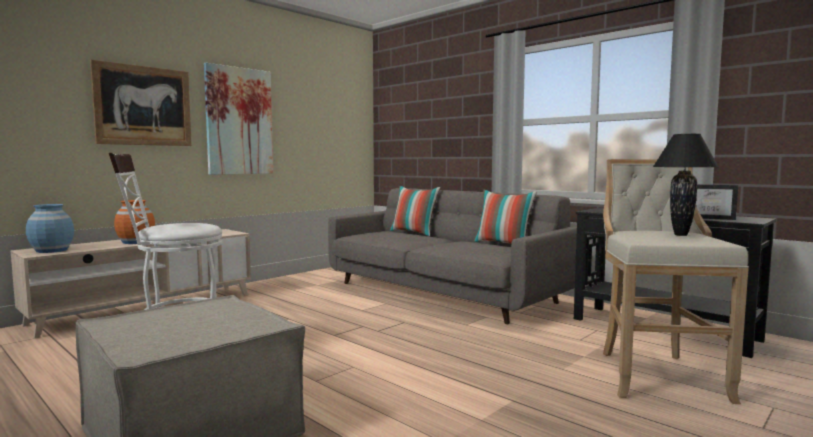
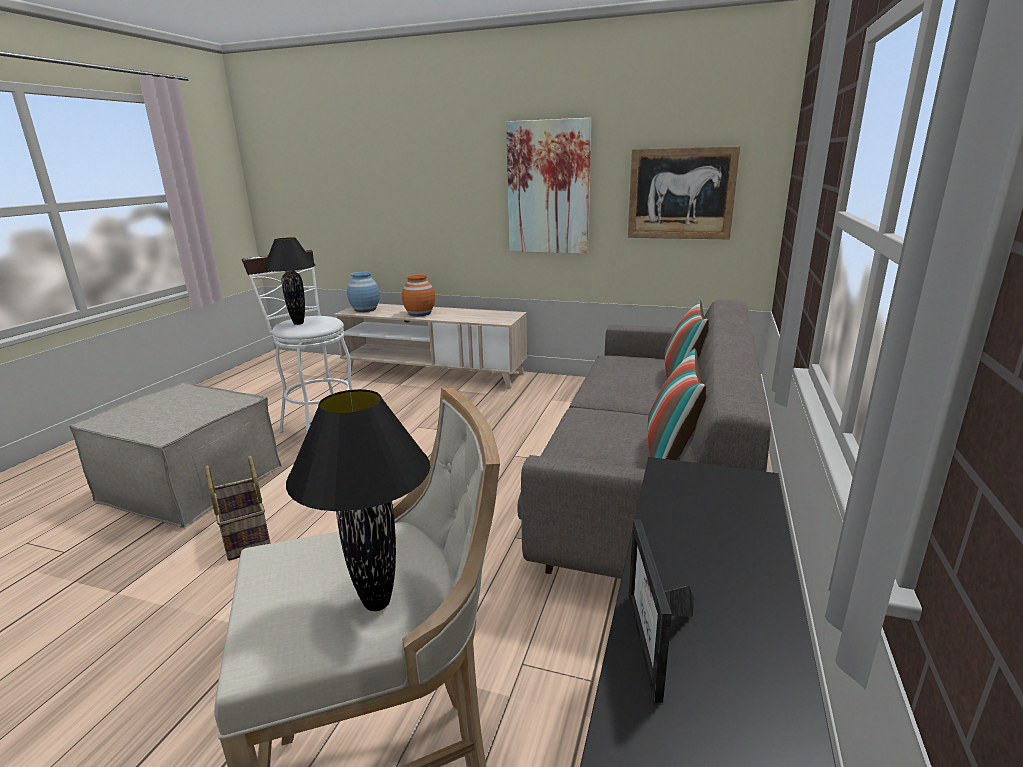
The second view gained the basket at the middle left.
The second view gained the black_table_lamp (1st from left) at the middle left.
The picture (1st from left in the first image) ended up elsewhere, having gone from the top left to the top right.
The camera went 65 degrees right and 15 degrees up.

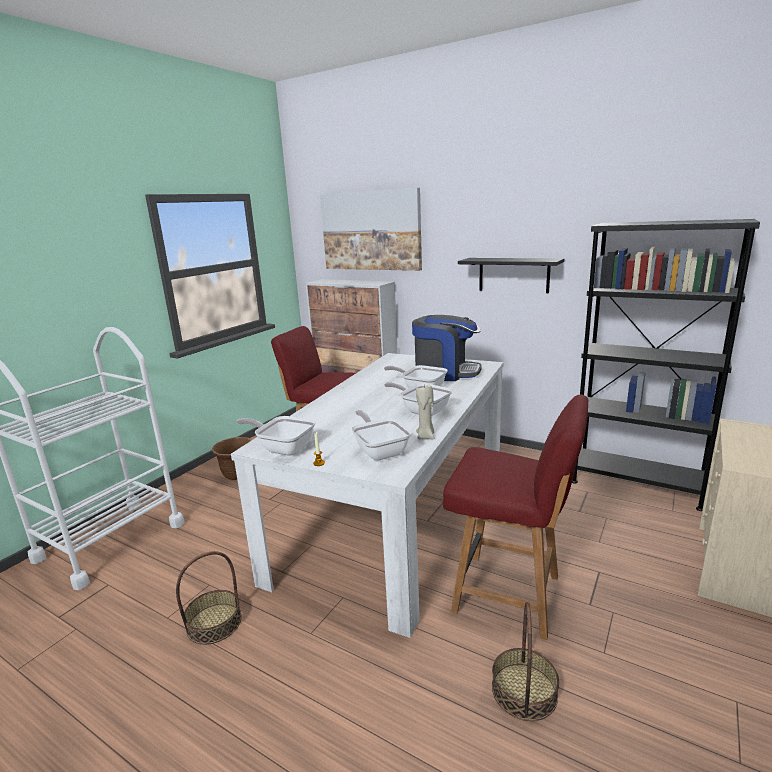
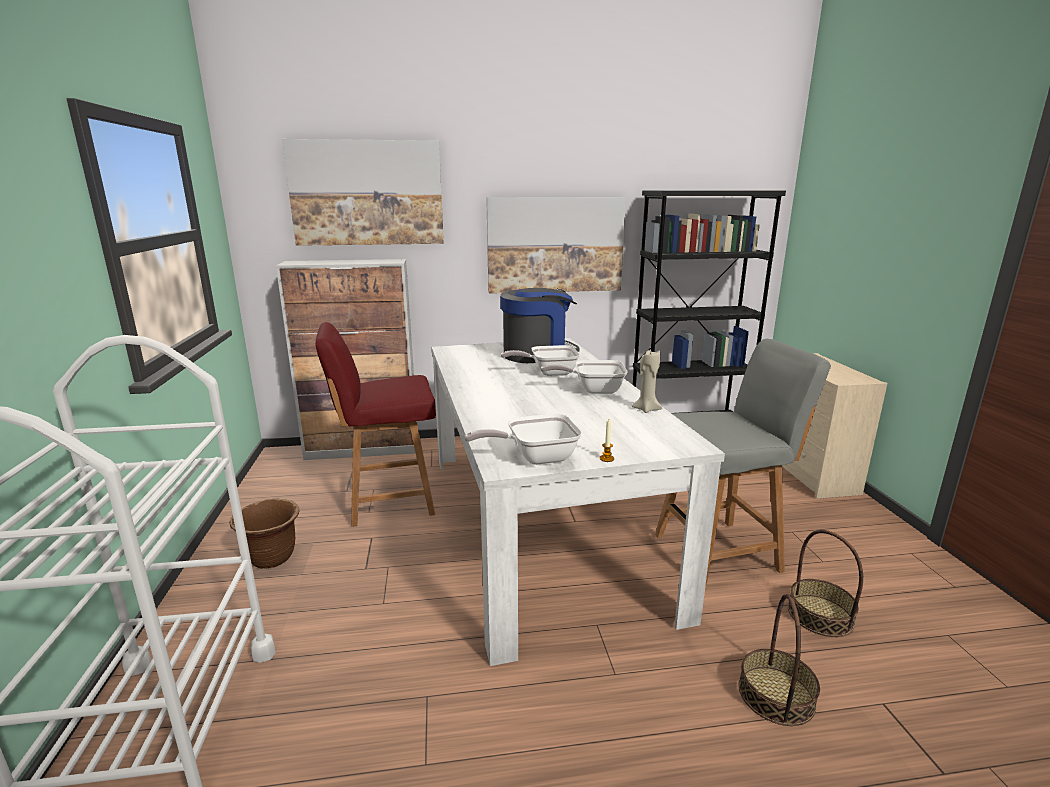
The second view lost the frying_pan (2nd from left) at the centre.
The basket (1st from left) ended up elsewhere, having gone from the bottom left to the bottom right.
Where the black_shelf hung at the centre, the picture (2nd from left) came to hang at the top centre.
What was the red_chair (2nd from left) at the bottom right turned into the grey_chair at the middle right.
The camera went 40 degrees left and 0 degrees up.

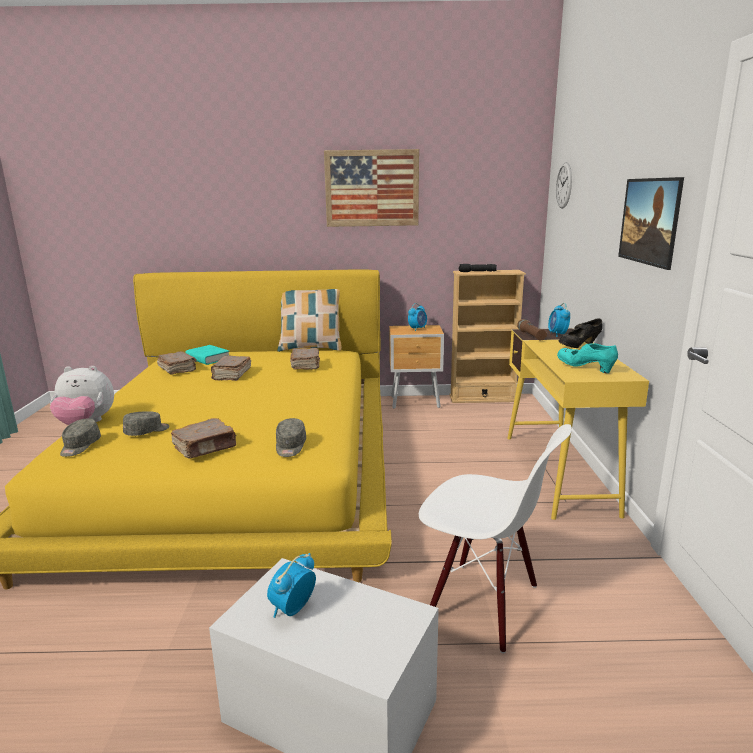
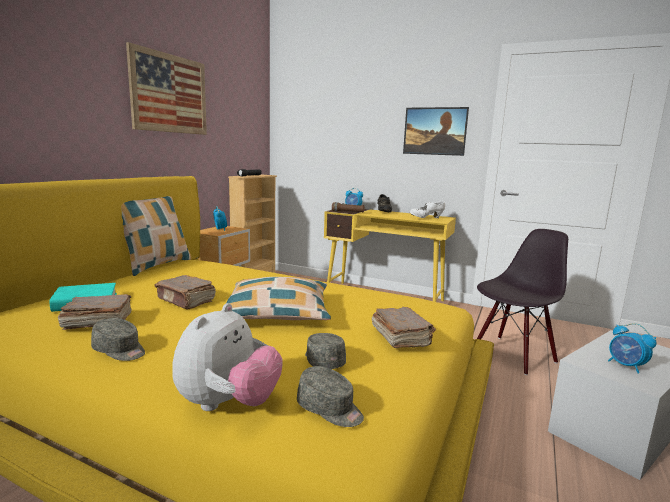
The second view lost the brown_book (4th from left) at the centre.
The second view lost the wall_clock at the top right.
The second view gained the pillow (2nd from left) at the centre.
The grey_cap (3rd from left in the first image) ended up elsewhere, having gone from the centre to the bottom left.
What was the white_chair at the bottom centre turned into the black_chair at the middle right.
What was the turquoise_shoe at the middle right turned into the white_shoe at the centre.
The camera went 65 degrees left and 5 degrees down.

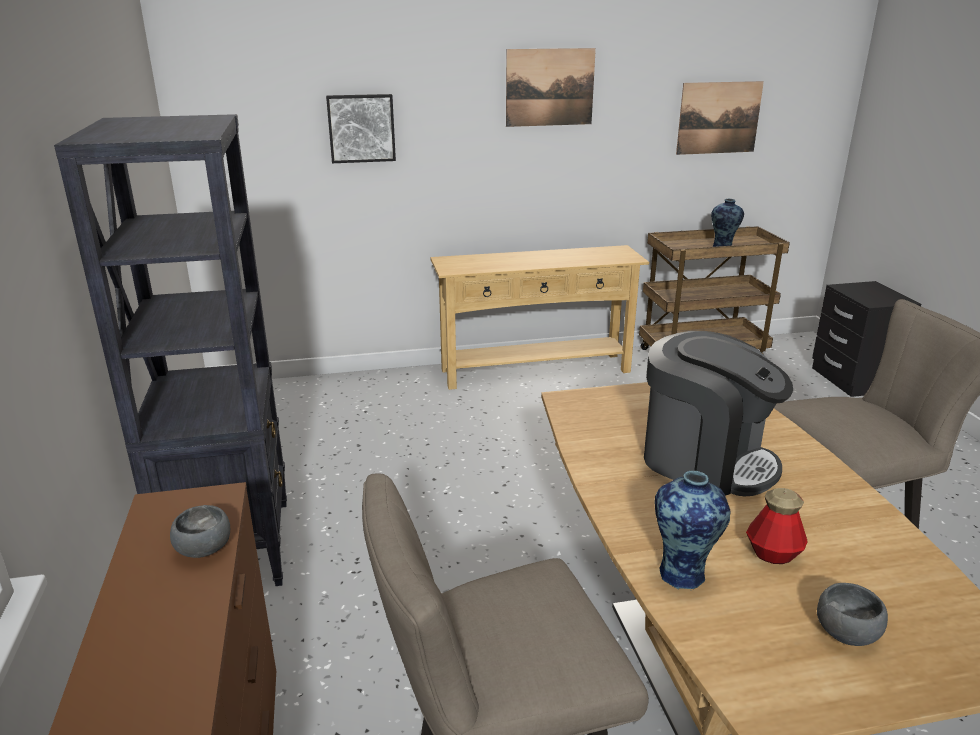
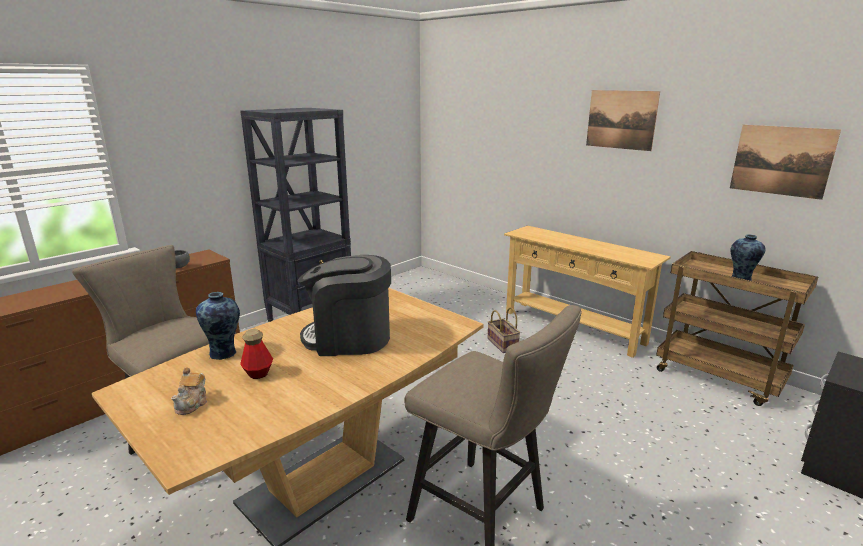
The second view lost the picture (1st from left) at the top centre.
The second view gained the basket at the centre.
Where the grey_bowl (2nd from left) stood at the bottom right, the teapot came to stand at the bottom left.
The coffee_machine at the middle right ended up facing another way, 90 degrees clockwise from before.
The camera went 55 degrees right and 5 degrees down.

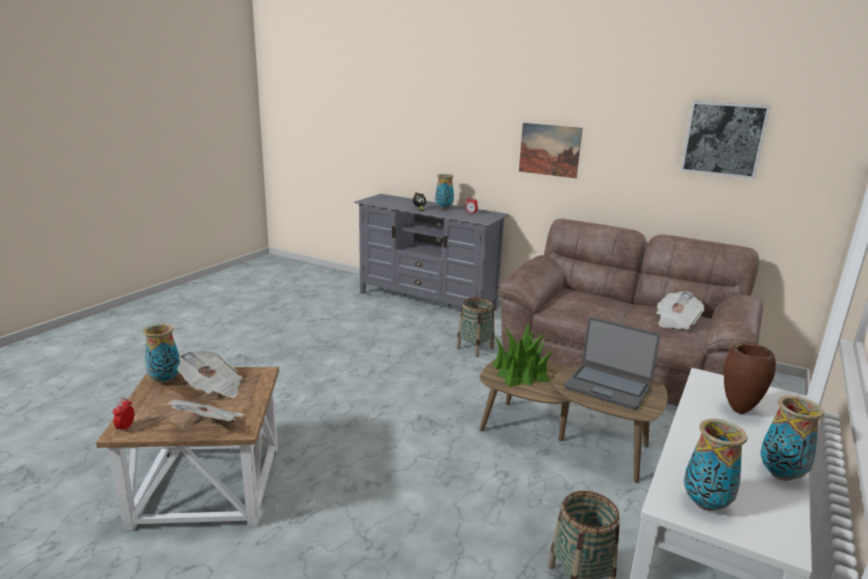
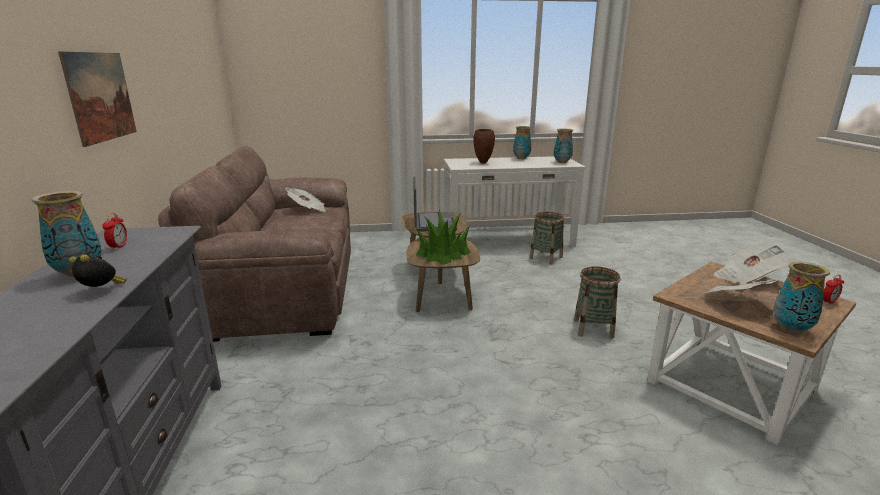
The second view lost the picture (2nd from left) at the top right.
The basket (1st from left in the first image) ended up elsewhere, having gone from the centre to the middle right.
The camera went 125 degrees left and 0 degrees up.

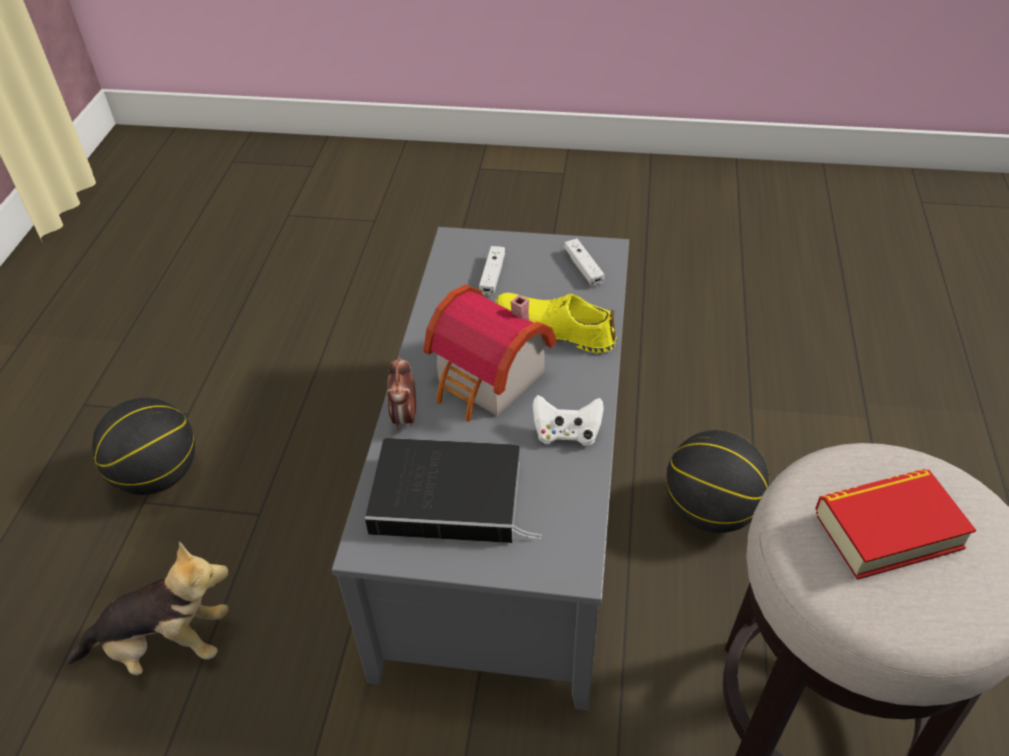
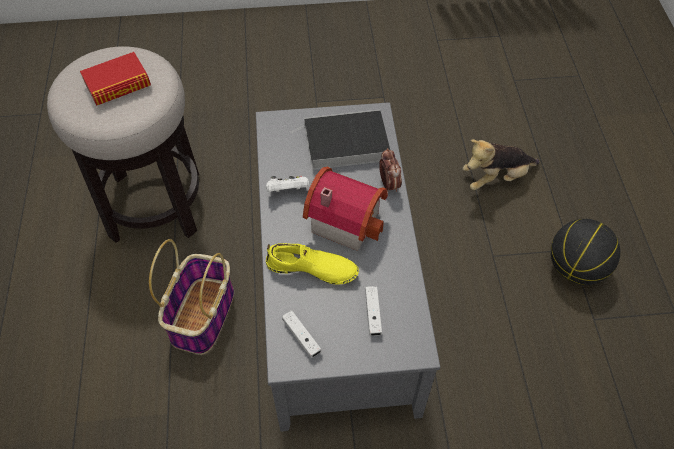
Where the basketball (2nd from left) stood at the middle right, the basket came to stand at the middle left.
The camera went 165 degrees right and 10 degrees up.

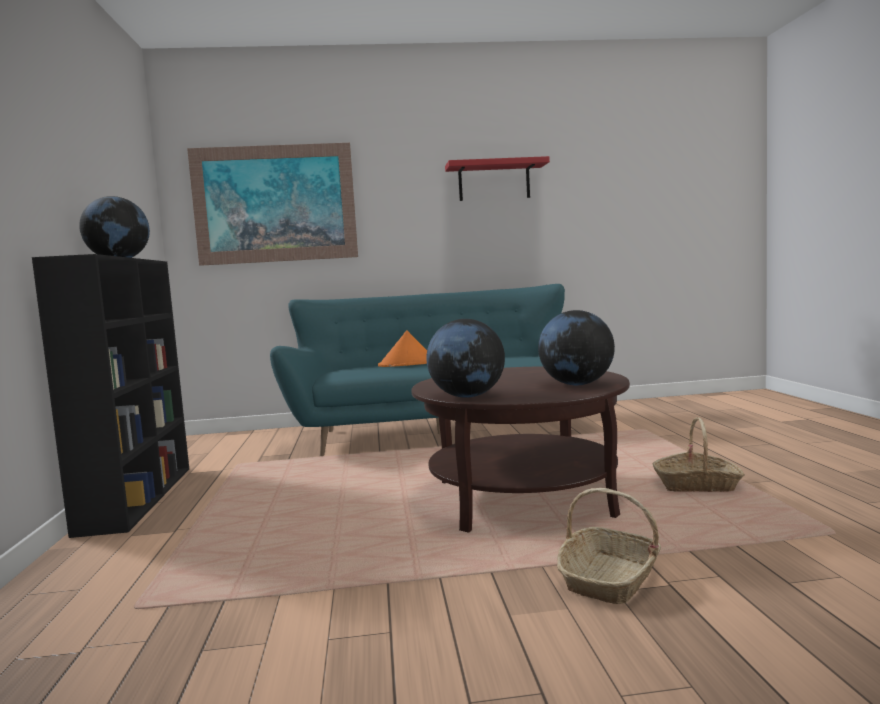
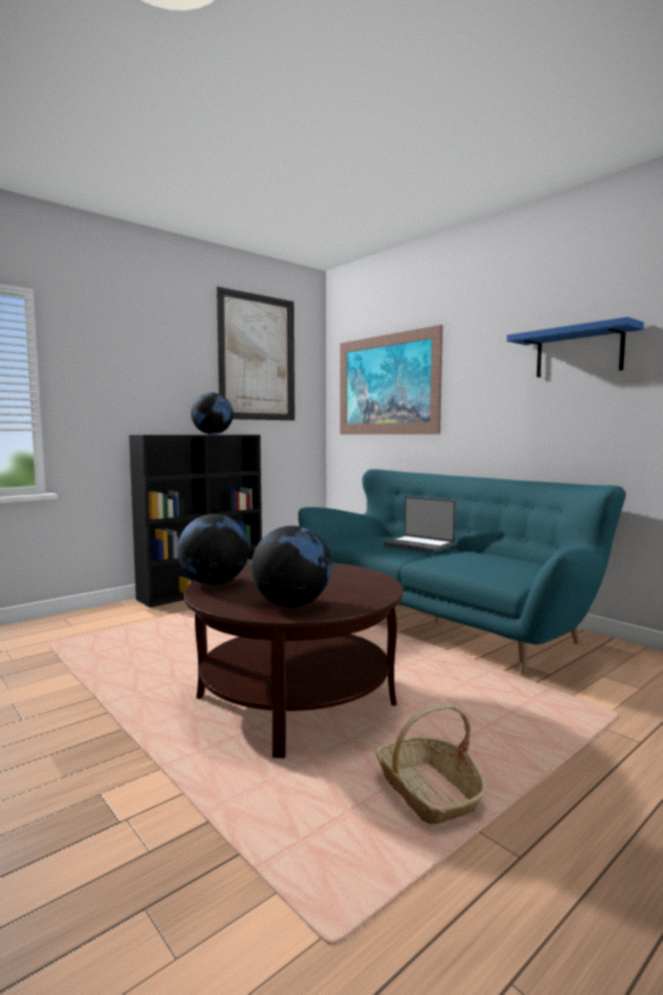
The second view lost the basket (1st from left) at the bottom right.
The second view gained the picture (1st from left) at the centre.
Where the orange_hat stood at the centre, the laptop came to stand at the centre.
What was the red_shelf at the top centre turned into the blue_shelf at the middle right.
The camera went 55 degrees right and 0 degrees up.

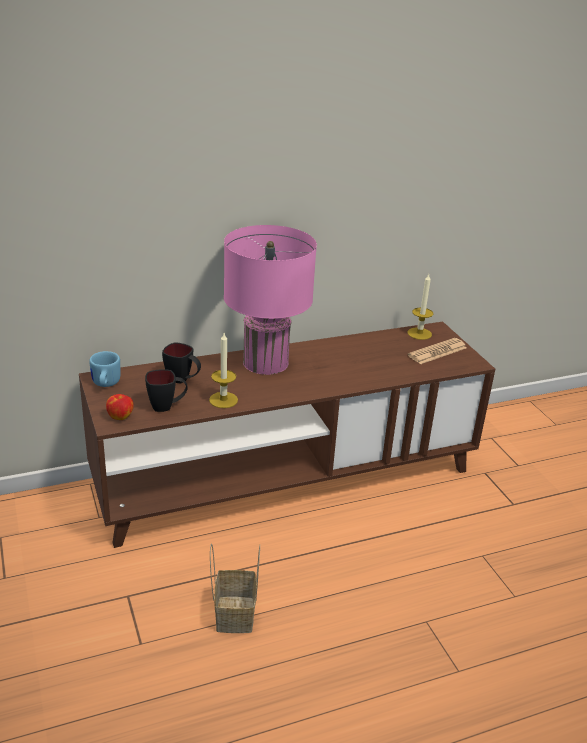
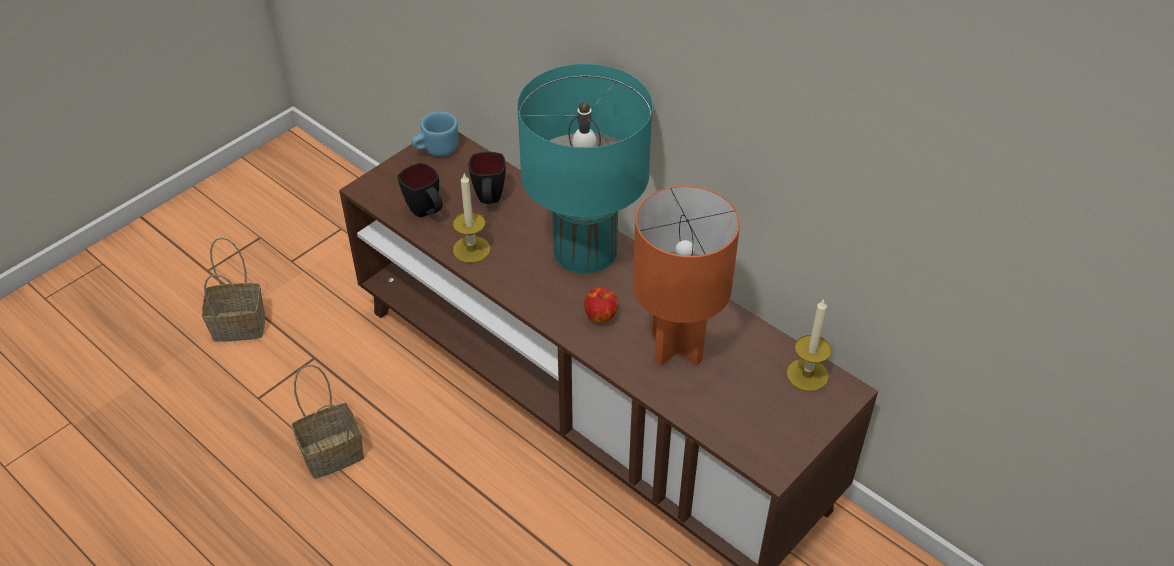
The second view lost the newspaper at the middle right.
The second view gained the basket (1st from left) at the middle left.
The second view gained the orange_table_lamp at the centre.
The apple ended up elsewhere, having gone from the middle left to the centre.
What was the pink_table_lamp at the centre turned into the turquoise_table_lamp at the top centre.
The camera went 65 degrees right and 15 degrees up.

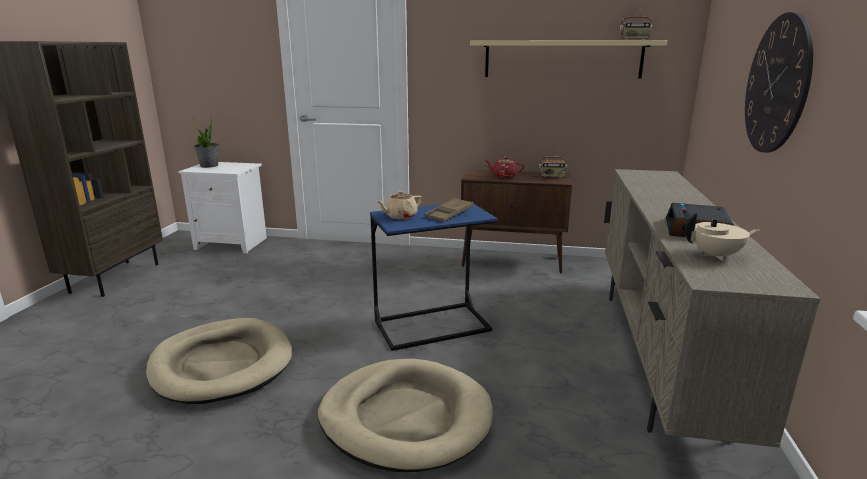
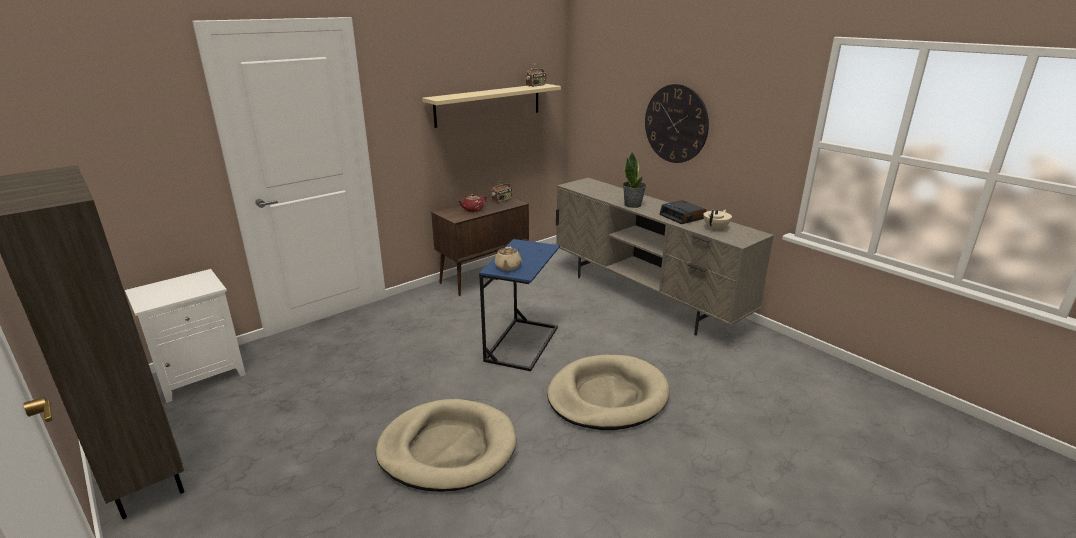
The second view lost the brown_tray at the centre.
The potted_plant ended up elsewhere, having gone from the top left to the centre.
The camera went 50 degrees left and 5 degrees up.

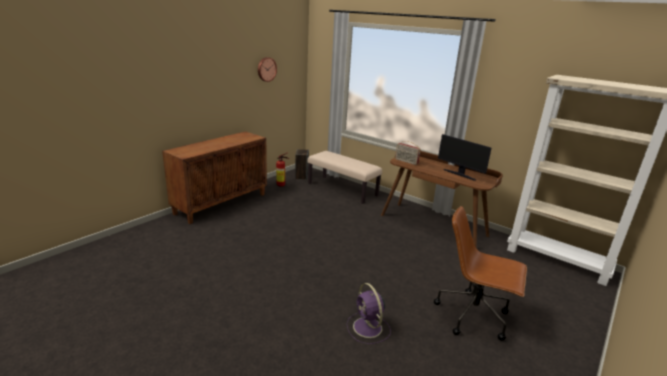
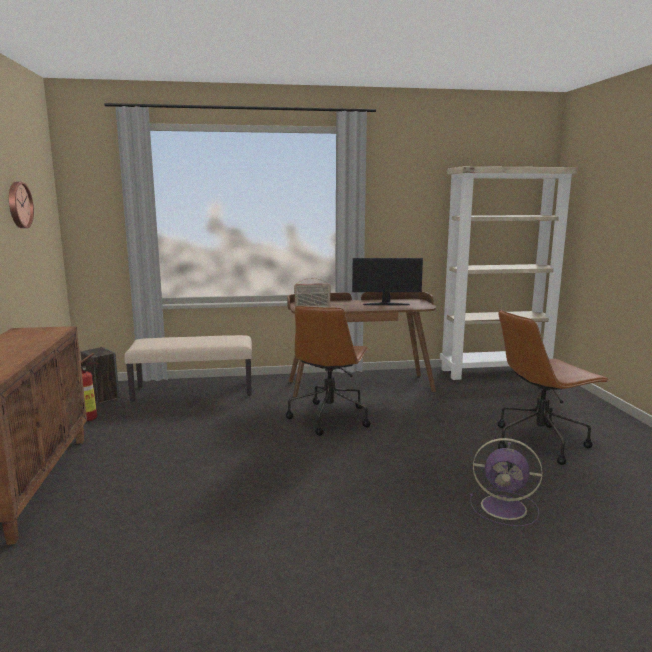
The second view gained the brown_office_chair (1st from left) at the centre.
The camera went 45 degrees left and 10 degrees down.

